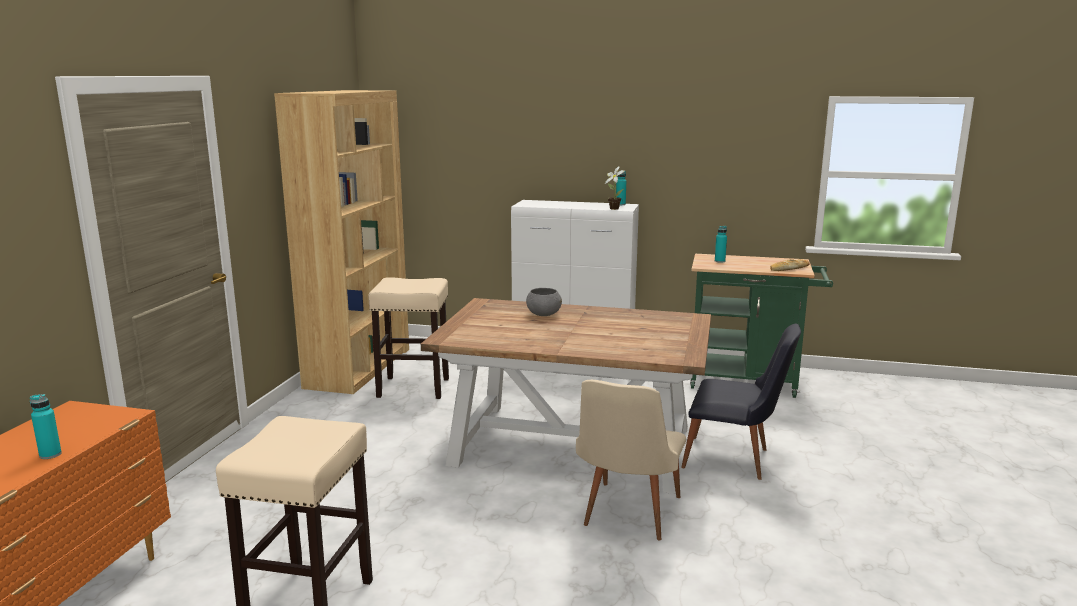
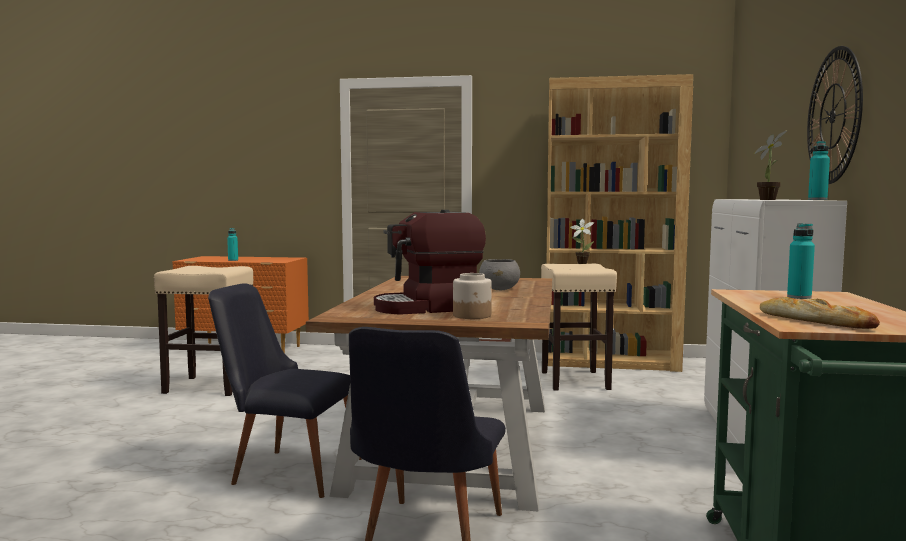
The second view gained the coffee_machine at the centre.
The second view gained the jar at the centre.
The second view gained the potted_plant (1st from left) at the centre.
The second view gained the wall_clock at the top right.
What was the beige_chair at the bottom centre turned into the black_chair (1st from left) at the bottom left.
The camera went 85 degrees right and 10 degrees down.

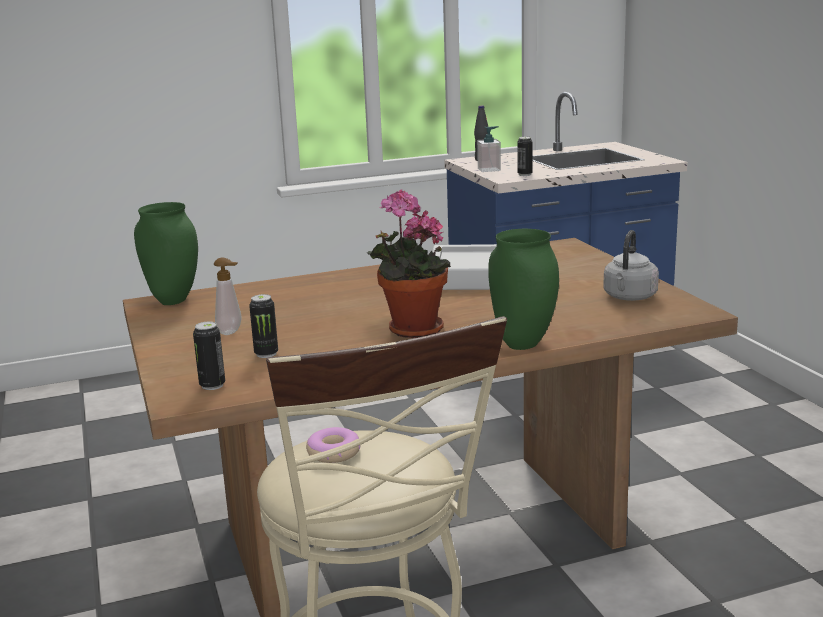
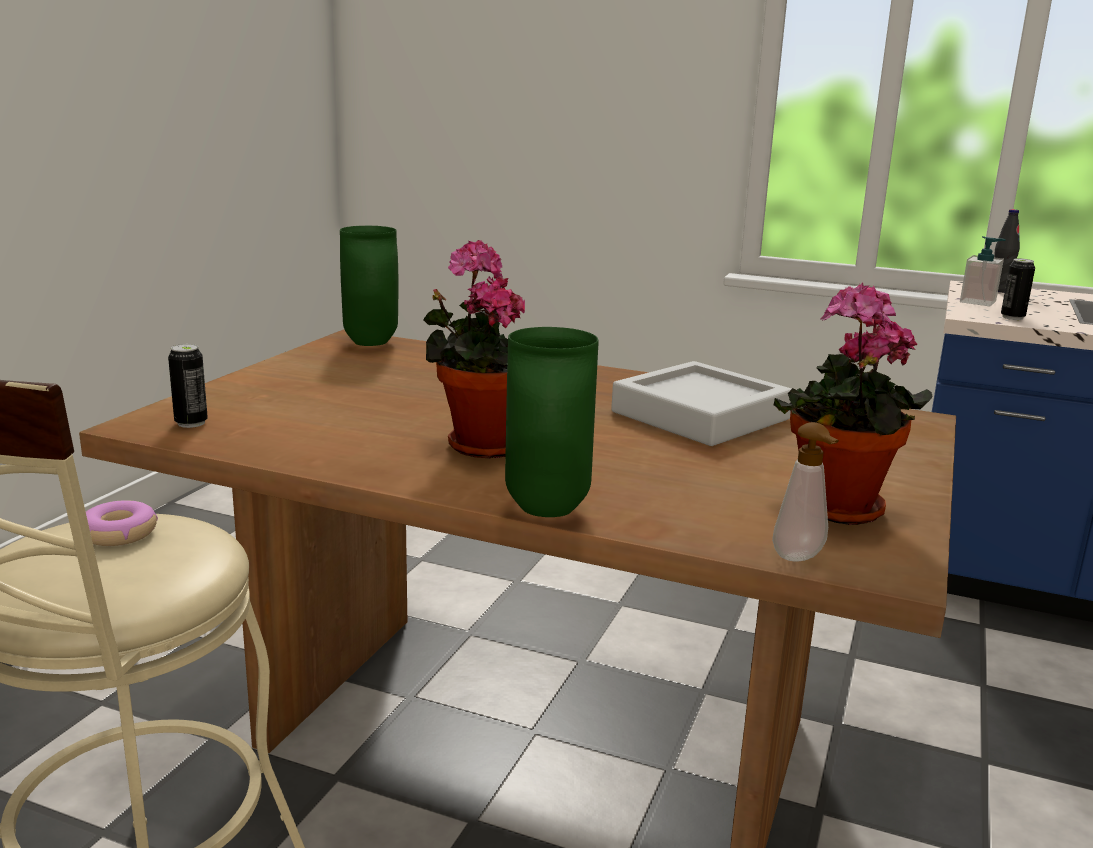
The second view lost the can (2nd from left) at the middle left.
The soap_dispenser (1st from left) ended up elsewhere, having gone from the middle left to the middle right.
Where the grey_kettle stood at the middle right, the potted_plant (2nd from left) came to stand at the middle right.
The camera went 40 degrees right and 0 degrees up.

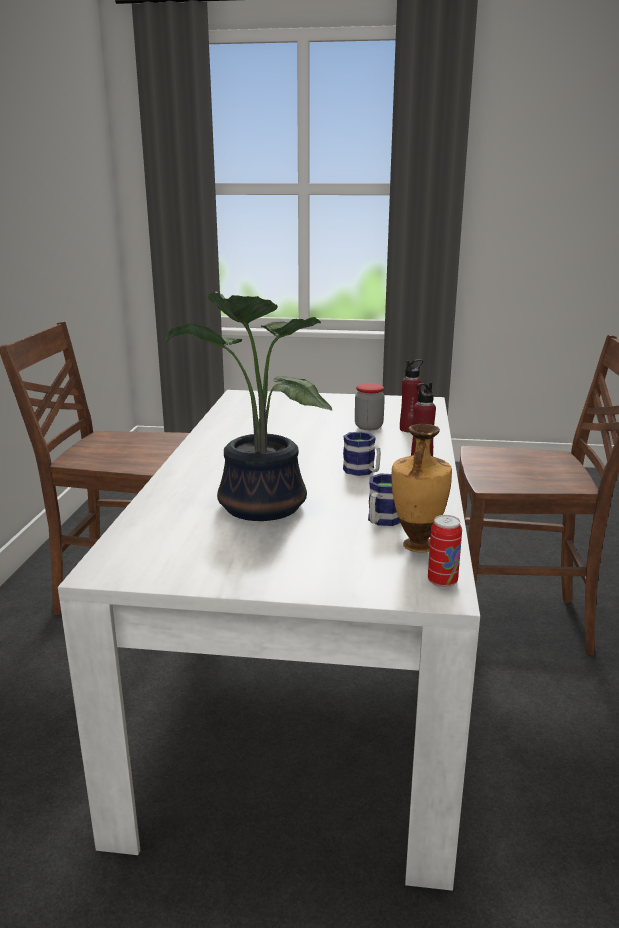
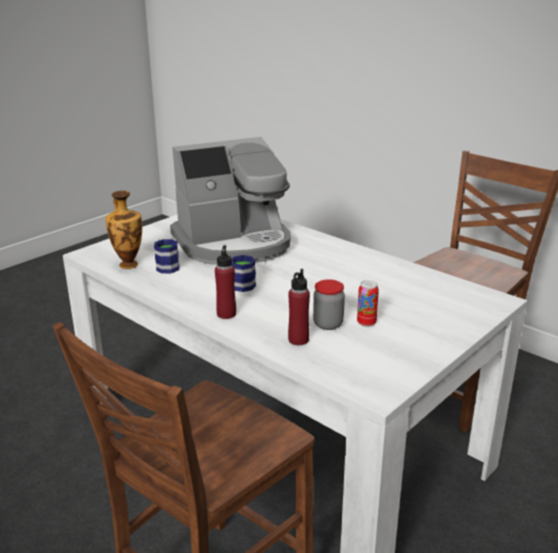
The can ended up elsewhere, having gone from the middle right to the centre.
Where the potted_plant stood at the centre, the coffee_machine came to stand at the centre.
The camera went 125 degrees right and 5 degrees up.

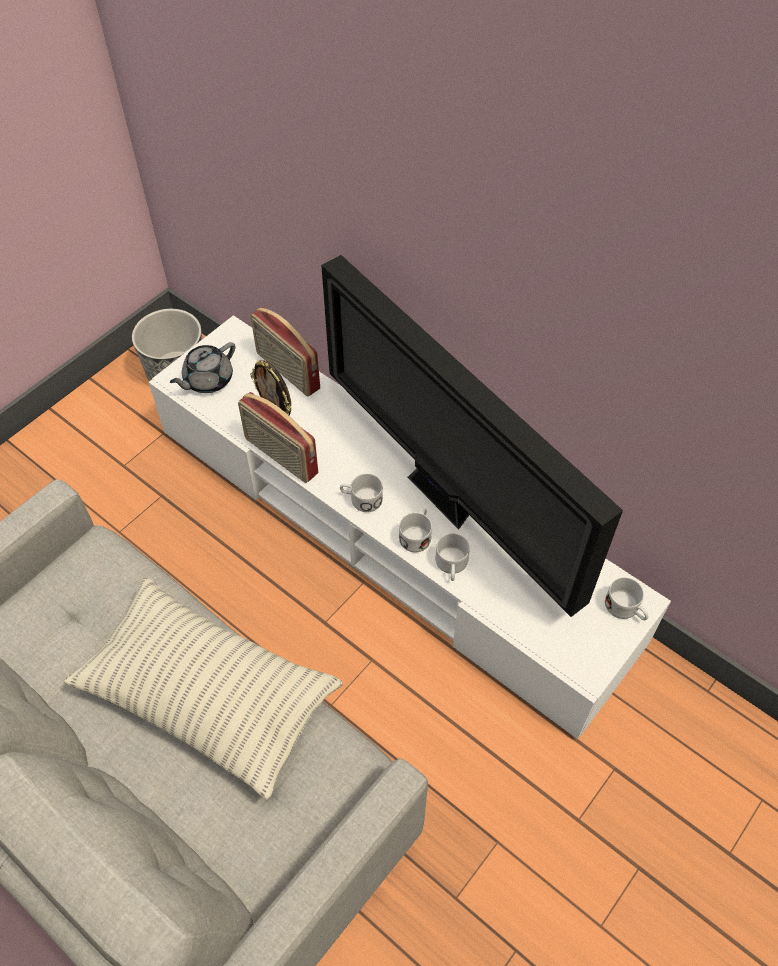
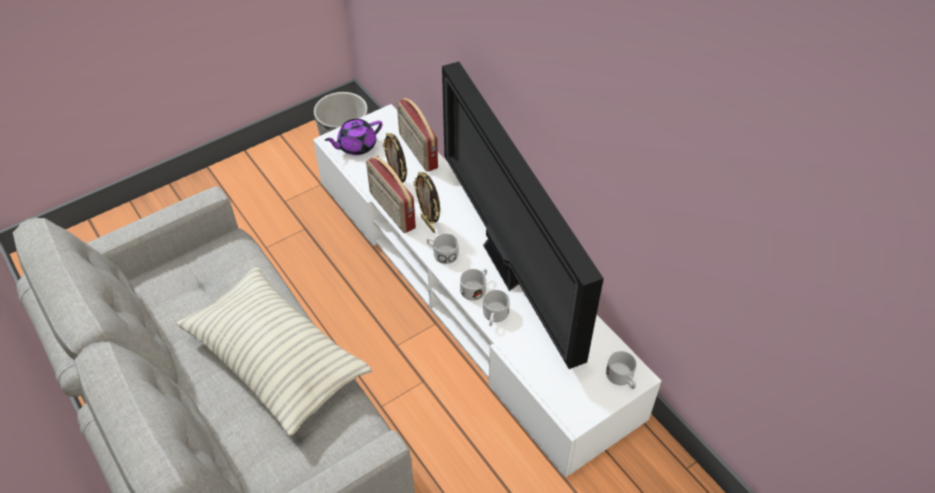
The second view gained the picture_frame (2nd from left) at the centre.
What was the grey_teapot at the middle left turned into the purple_teapot at the top centre.
The camera went 15 degrees right and 5 degrees down.

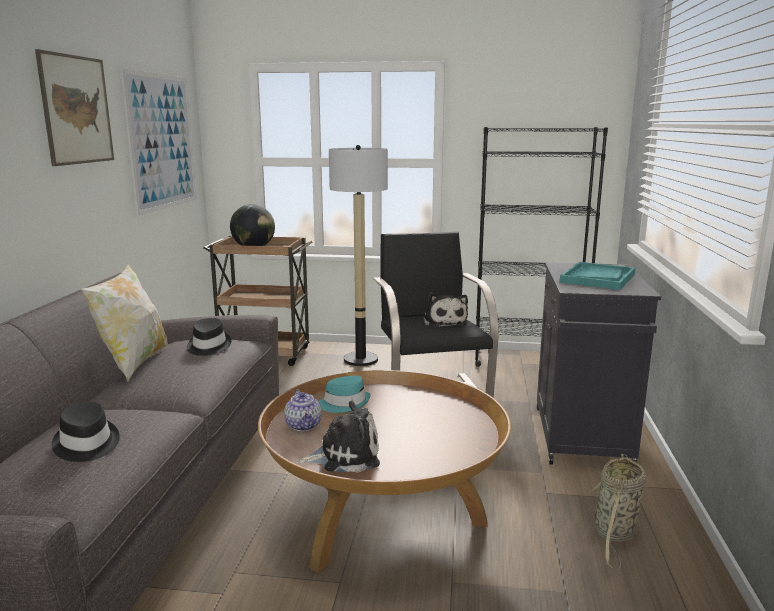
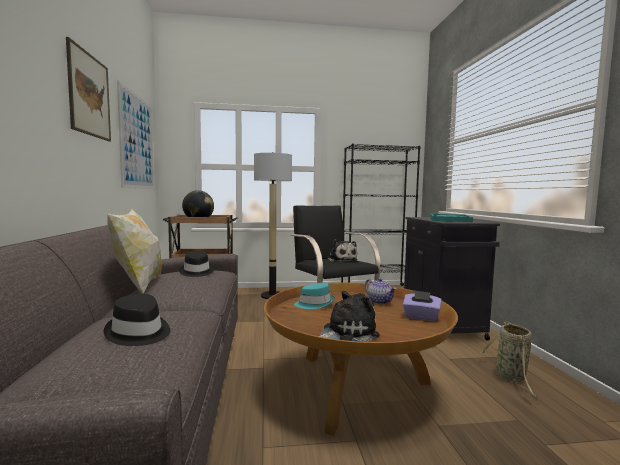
The second view gained the purple_tissue_box at the middle right.
The teapot ended up elsewhere, having gone from the bottom centre to the centre.
The camera went 15 degrees left and 10 degrees down.

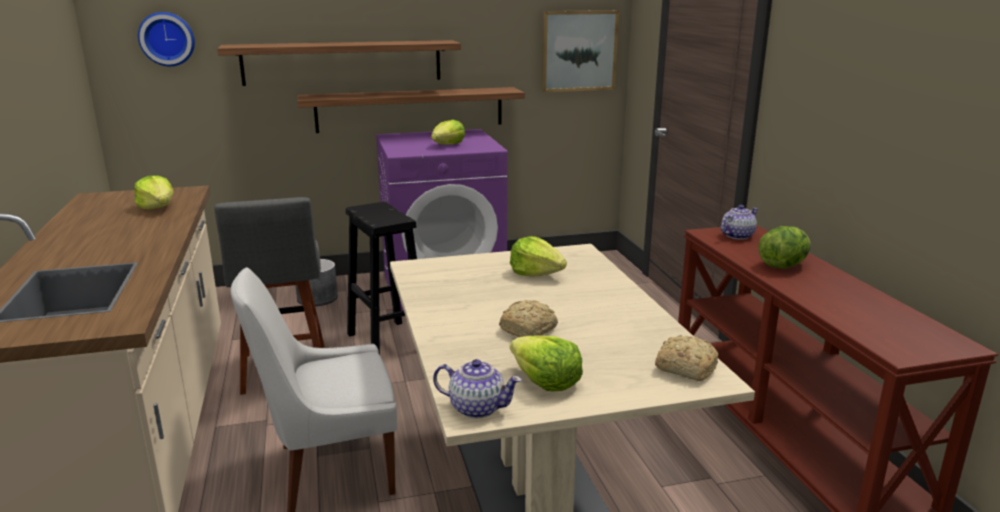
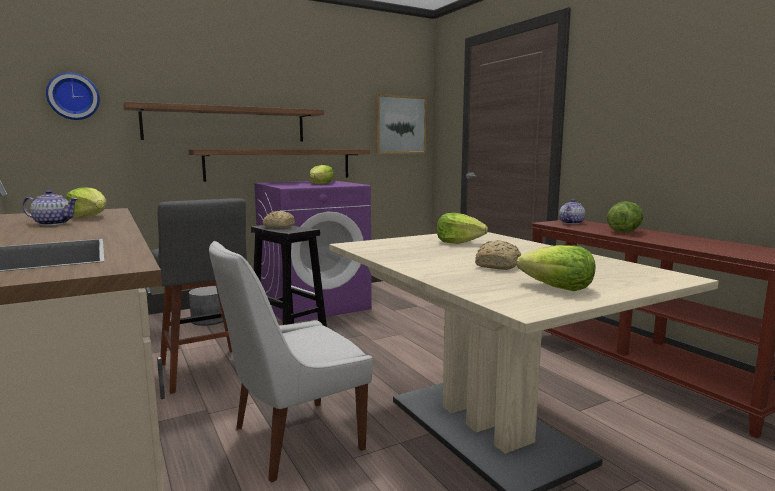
The teapot (1st from left) ended up elsewhere, having gone from the bottom centre to the middle left.
The bread (2nd from left in the first image) ended up elsewhere, having gone from the bottom right to the centre.
The camera went 15 degrees left and 10 degrees down.

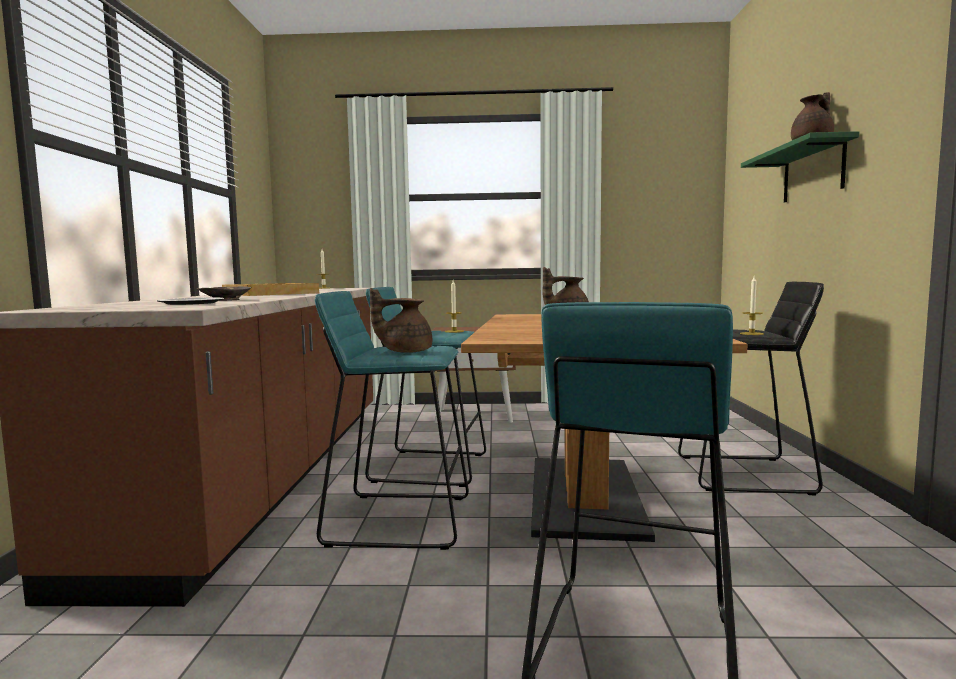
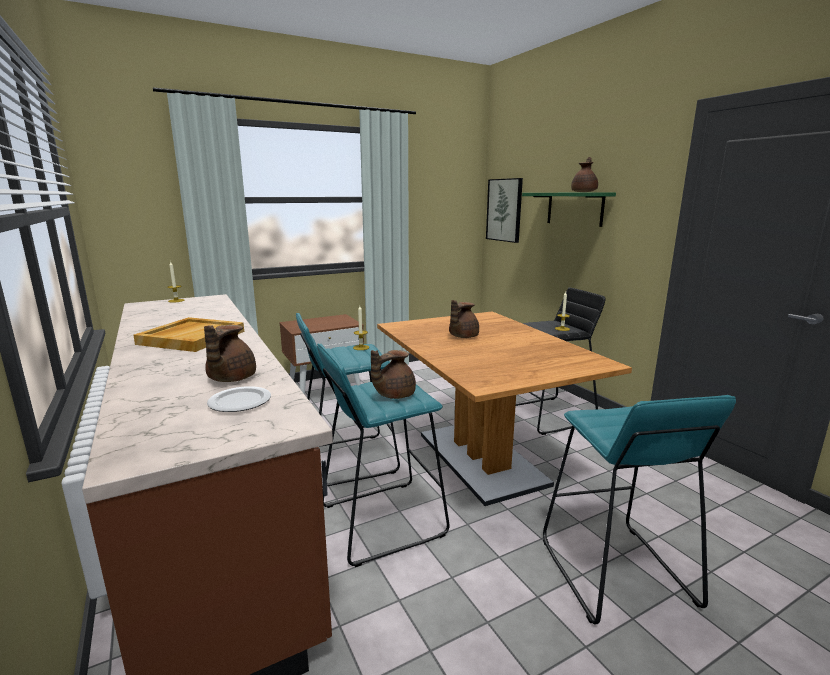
The second view gained the picture at the top centre.
Where the brown_bowl stood at the middle left, the brown_teapot (1st from left) came to stand at the middle left.
The camera went 30 degrees left and 10 degrees up.

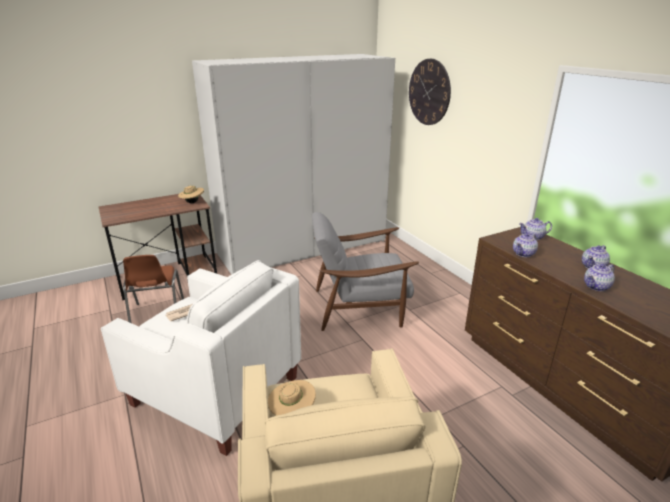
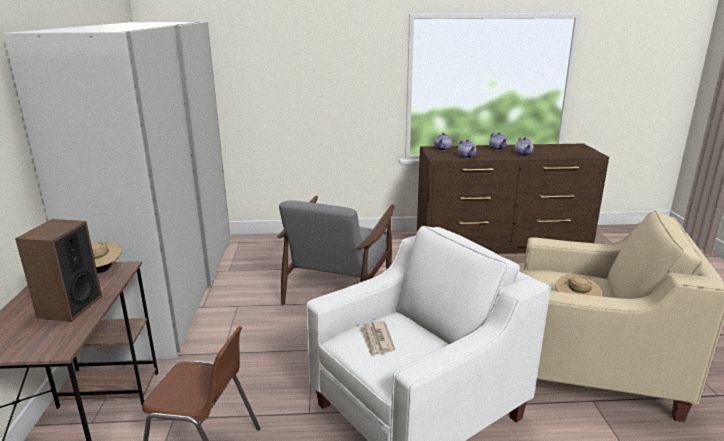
The second view lost the wall_clock at the top centre.
The second view gained the speaker at the middle left.
The camera went 65 degrees left and 5 degrees down.

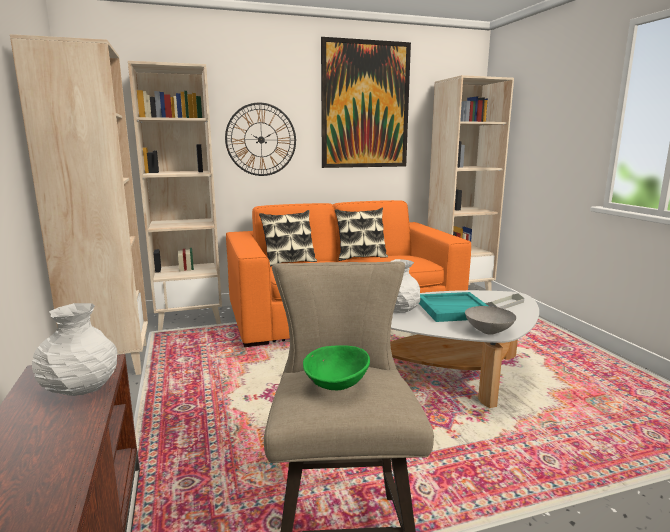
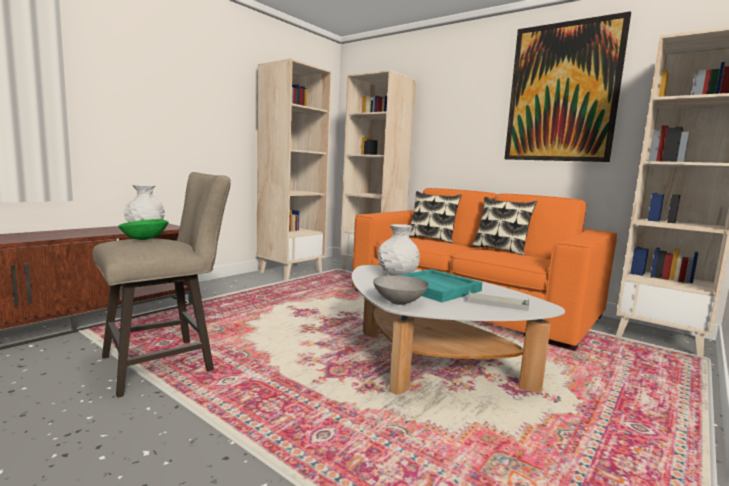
The second view lost the wall_clock at the top centre.
The camera went 55 degrees right and 5 degrees down.

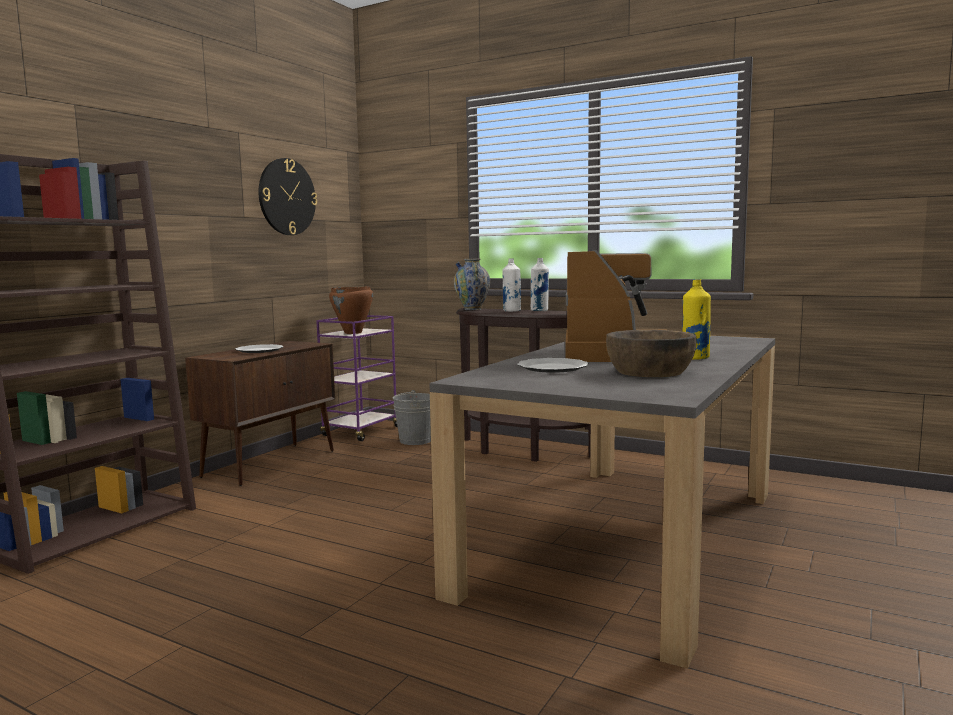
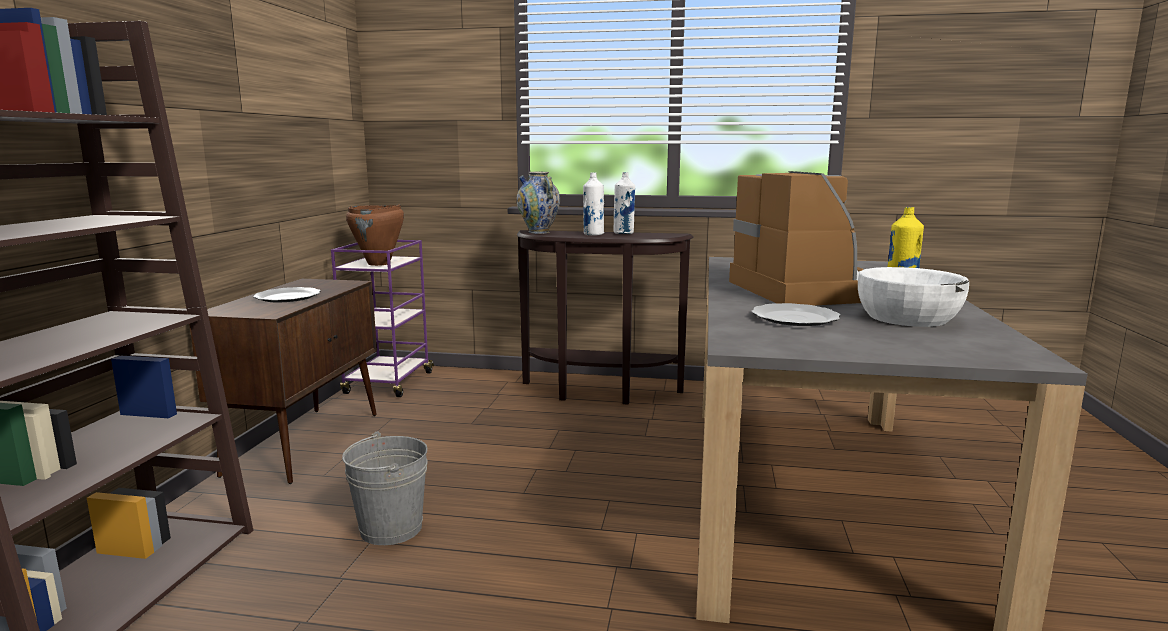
The second view lost the wall_clock at the top left.
The grey_bucket ended up elsewhere, having gone from the centre to the bottom left.
What was the brown_bowl at the middle right turned into the white_bowl at the middle right.
The camera went 20 degrees left and 5 degrees up.

